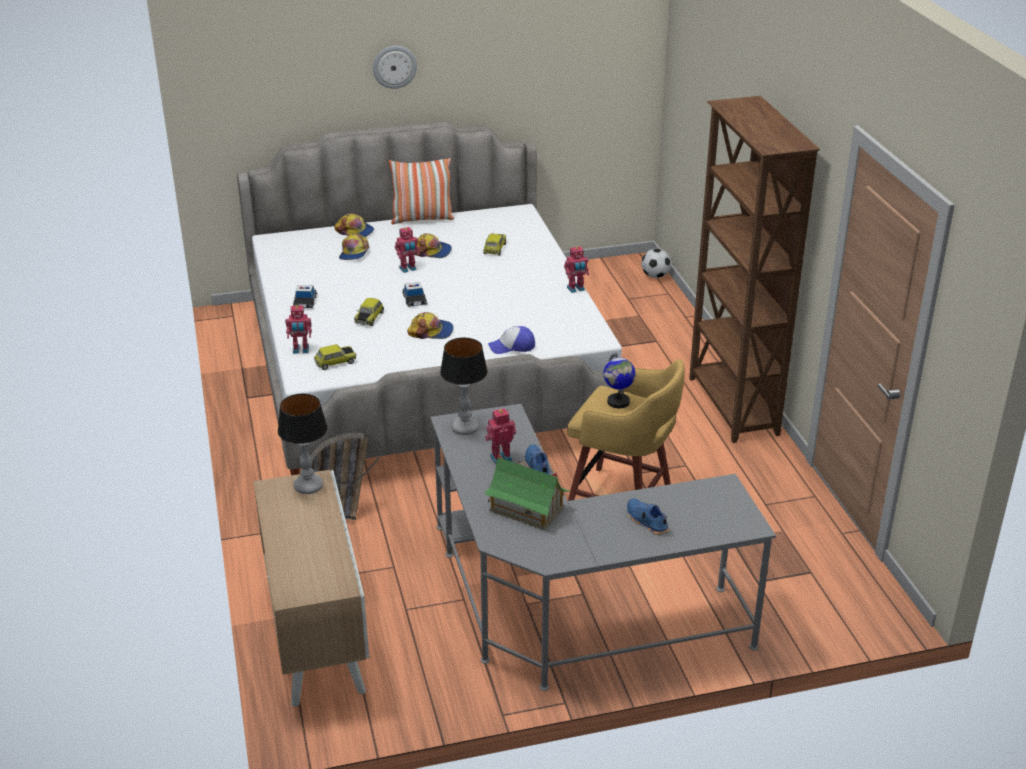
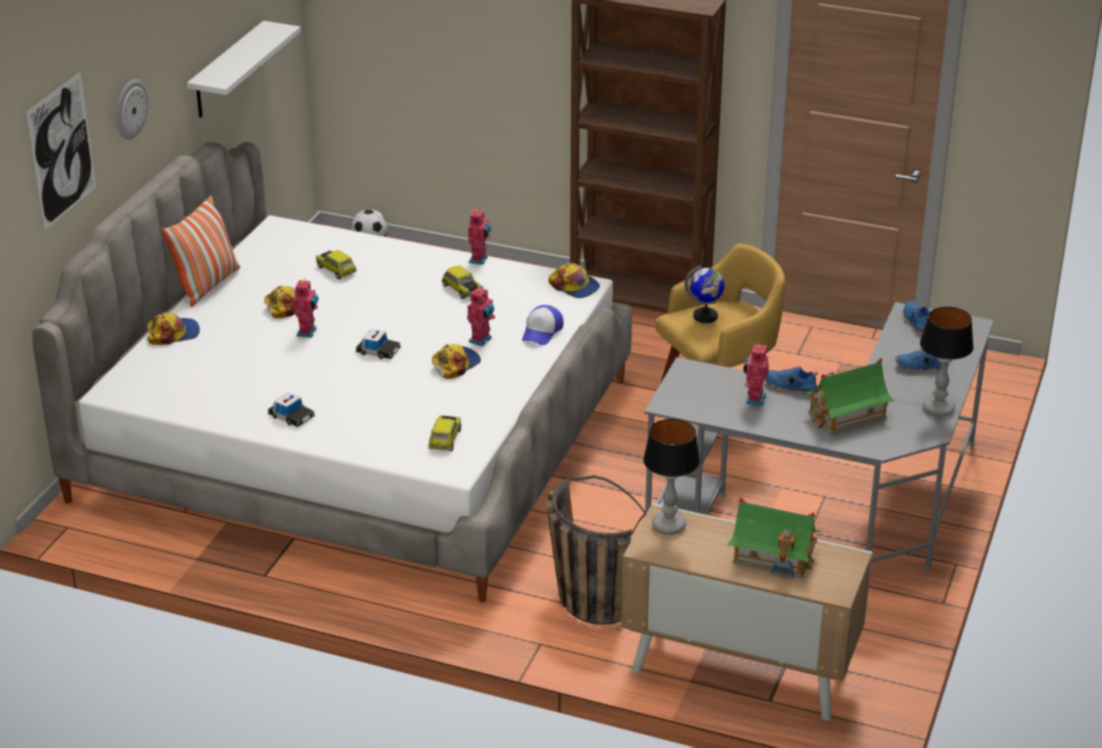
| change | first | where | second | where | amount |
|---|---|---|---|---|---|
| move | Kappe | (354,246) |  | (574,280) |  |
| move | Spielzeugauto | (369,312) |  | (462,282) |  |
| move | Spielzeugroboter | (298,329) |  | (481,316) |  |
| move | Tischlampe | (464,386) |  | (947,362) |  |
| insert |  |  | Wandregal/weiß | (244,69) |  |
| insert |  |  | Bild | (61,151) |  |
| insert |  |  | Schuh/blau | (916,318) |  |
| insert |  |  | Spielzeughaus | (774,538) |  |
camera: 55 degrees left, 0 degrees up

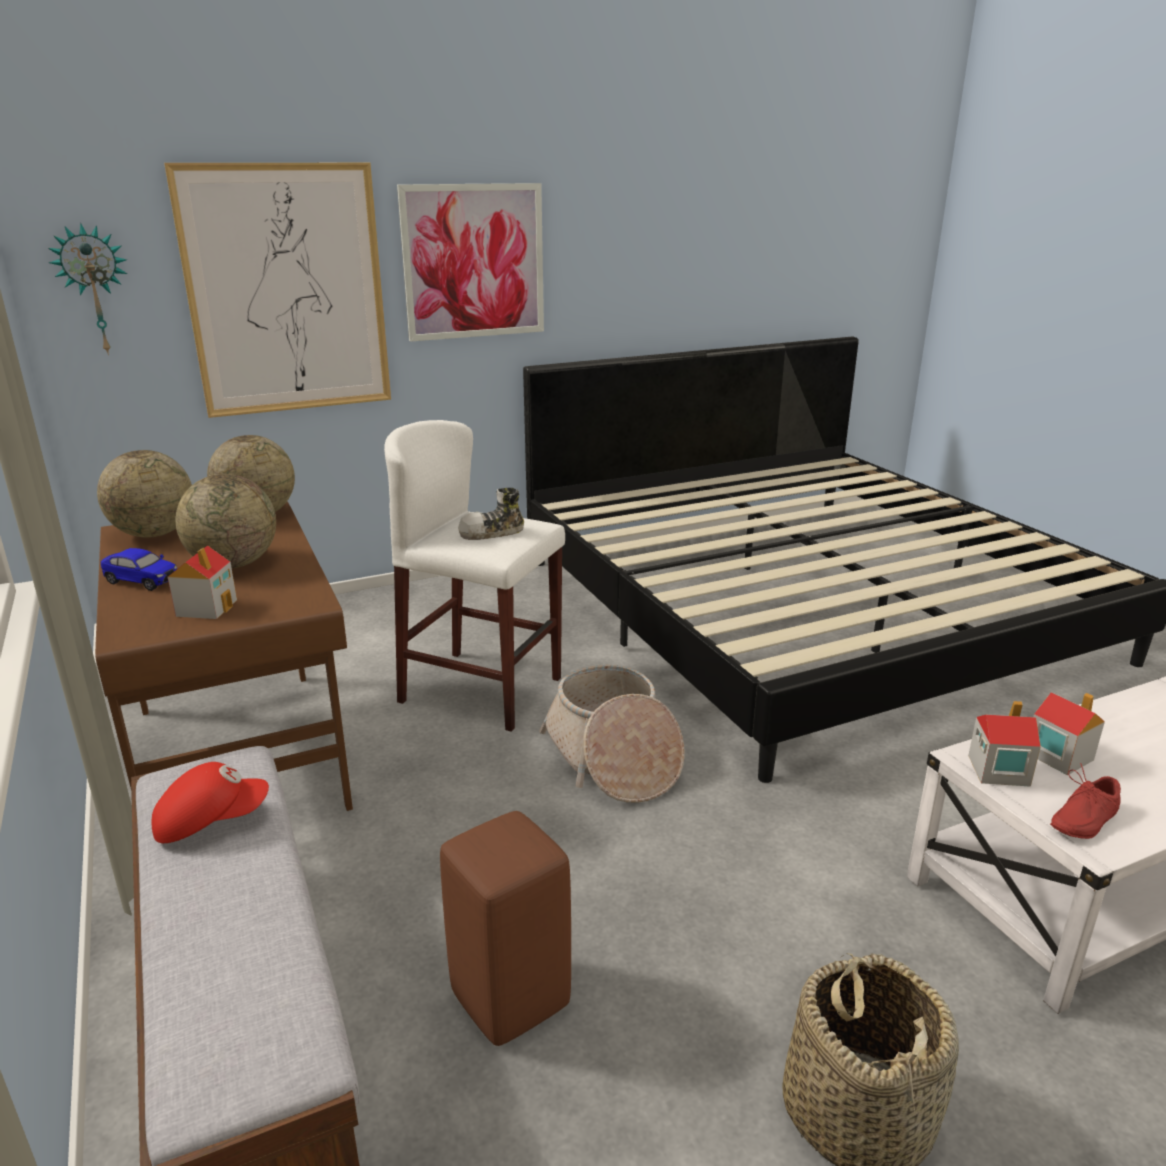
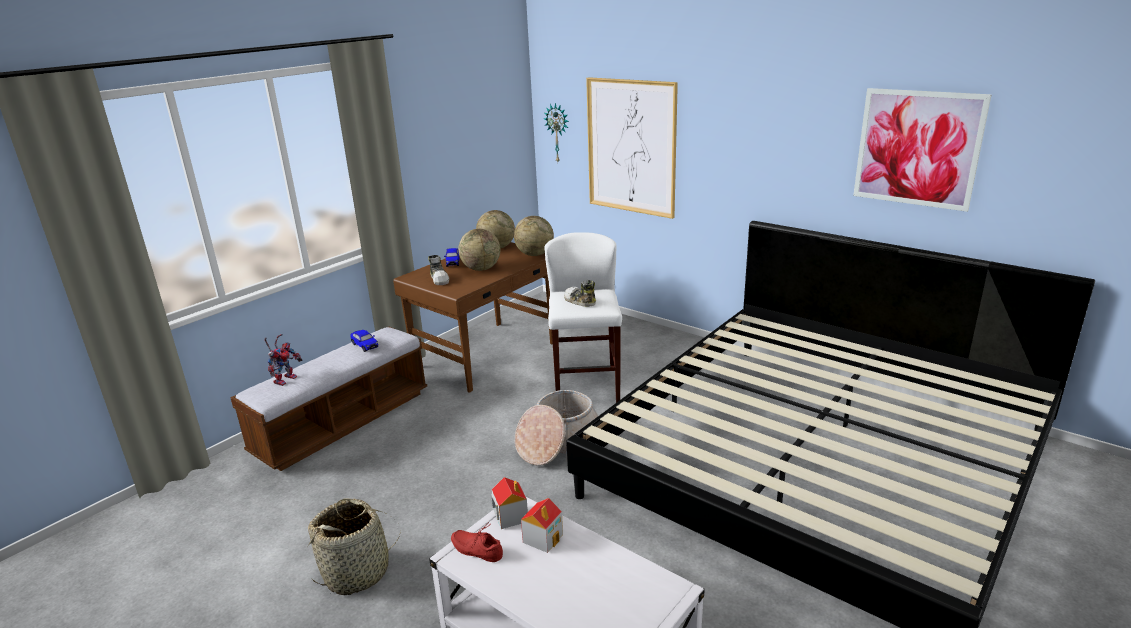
| change | first | where | second | where | amount |
|---|---|---|---|---|---|
| move | Bild | (470,262) |  | (922,150) |  |
| replace | Spielzeughaus | (202,582) | Schuh | (438,270) |  |
| replace | Kappe/rot | (210,802) | Spielzeugauto | (364,341) |  |
| delete | Hocker/braun | (505,928) |  |  |  |
| insert |  |  | Spielzeugroboter | (283,360) |  |
camera: 65 degrees right, 0 degrees up

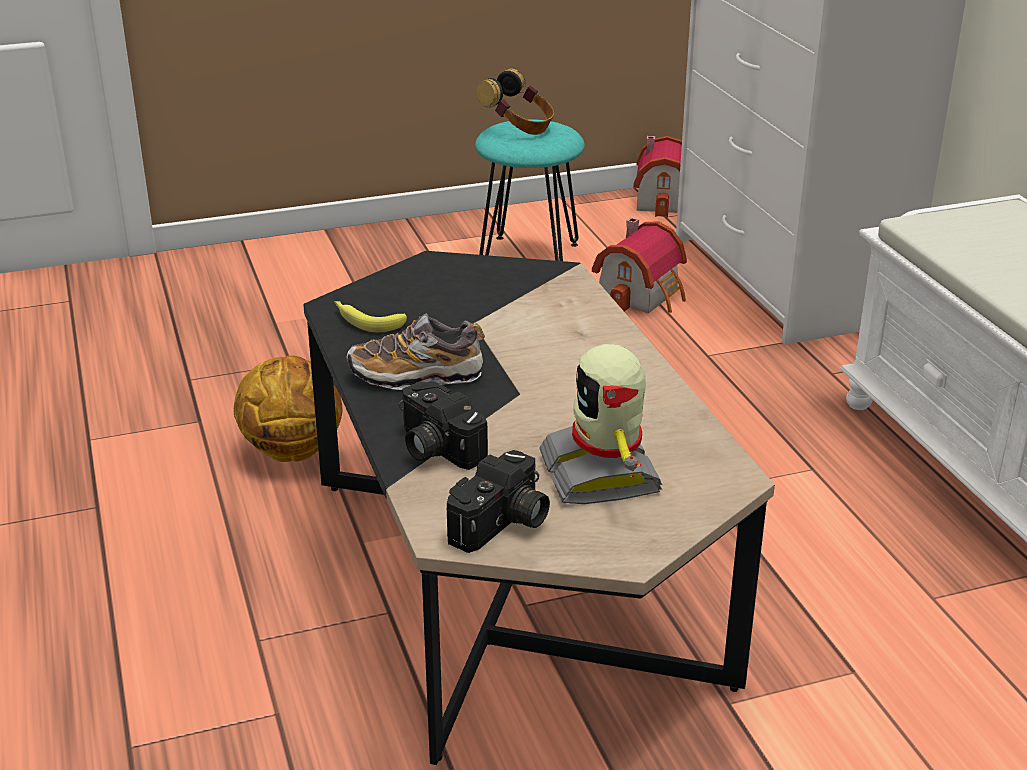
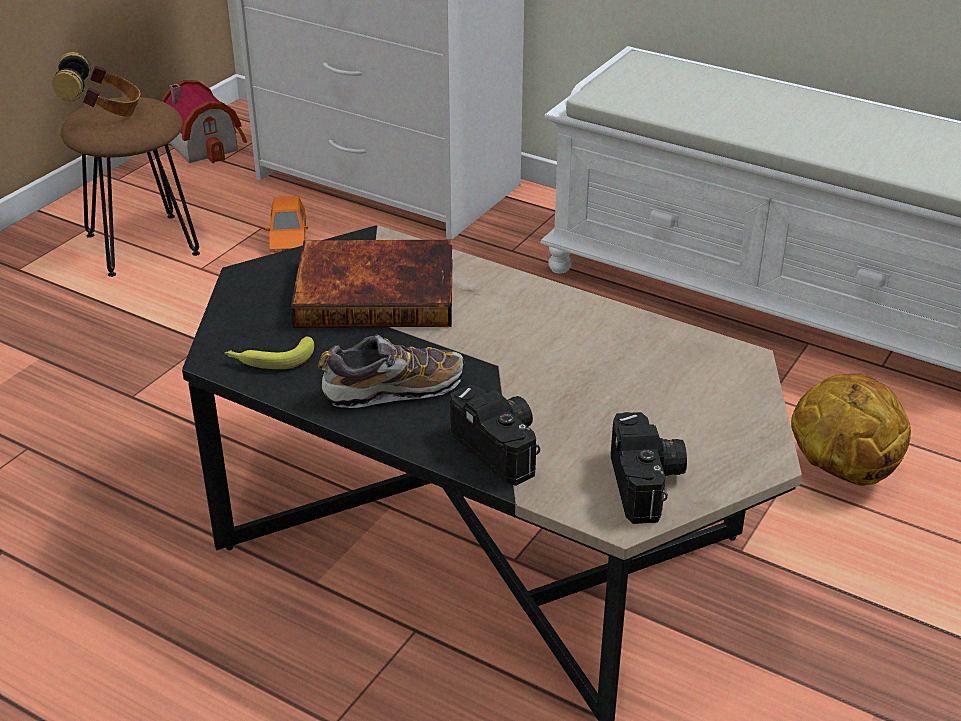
| change | first | where | second | where | amount |
|---|---|---|---|---|---|
| recolor | Hocker/türkis | (530,190) | Hocker/braun | (130,187) |  |
| replace | Spielzeughaus | (639,265) | Spielzeugauto/orange | (286,225) |  |
| rotate | Schuh | (415,352) |  | (391,371) | 150 degrees counterclockwise |
| delete | Spielzeugroboter | (600,424) |  |  |  |
| move | Basketball | (288,408) |  | (851,430) |  |
| rotate | Kamera | (443,425) |  | (495,435) | 135 degrees counterclockwise |
| insert |  |  | Buch | (371,284) |  |
camera: 40 degrees left, 5 degrees up

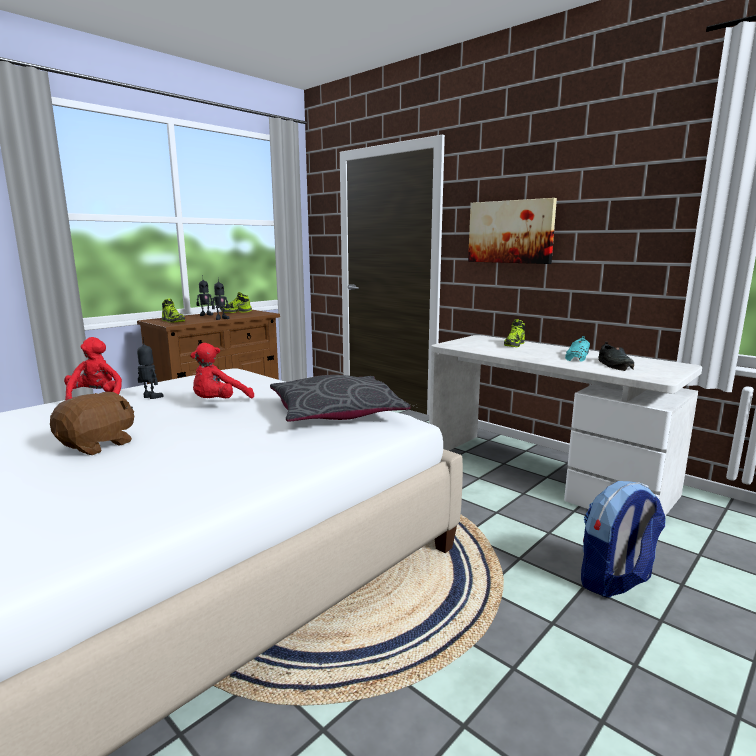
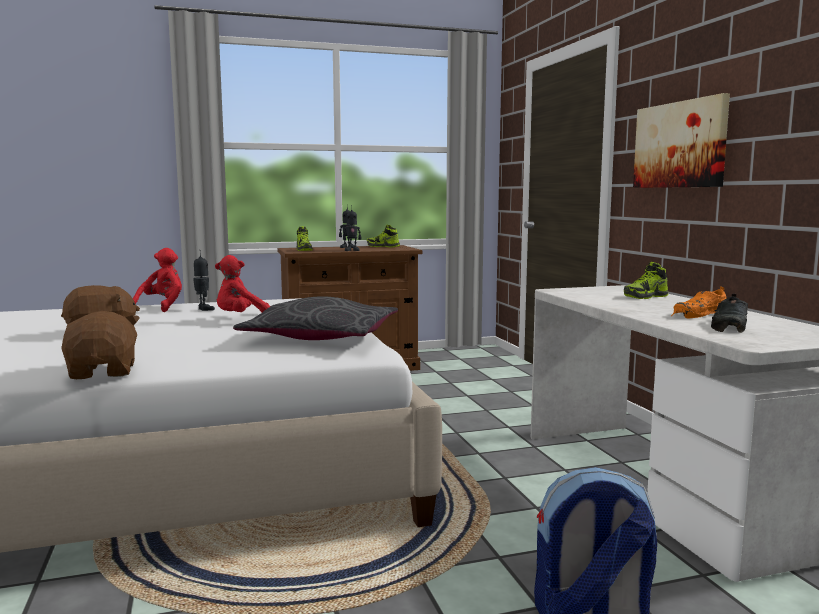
| change | first | where | second | where | amount |
|---|---|---|---|---|---|
| recolor | Schuh/türkis | (577,349) | Schuh/orange | (698,302) |  |
| insert |  |  | Plüschtier/braun | (100,345) |  |
camera: 30 degrees right, 5 degrees down

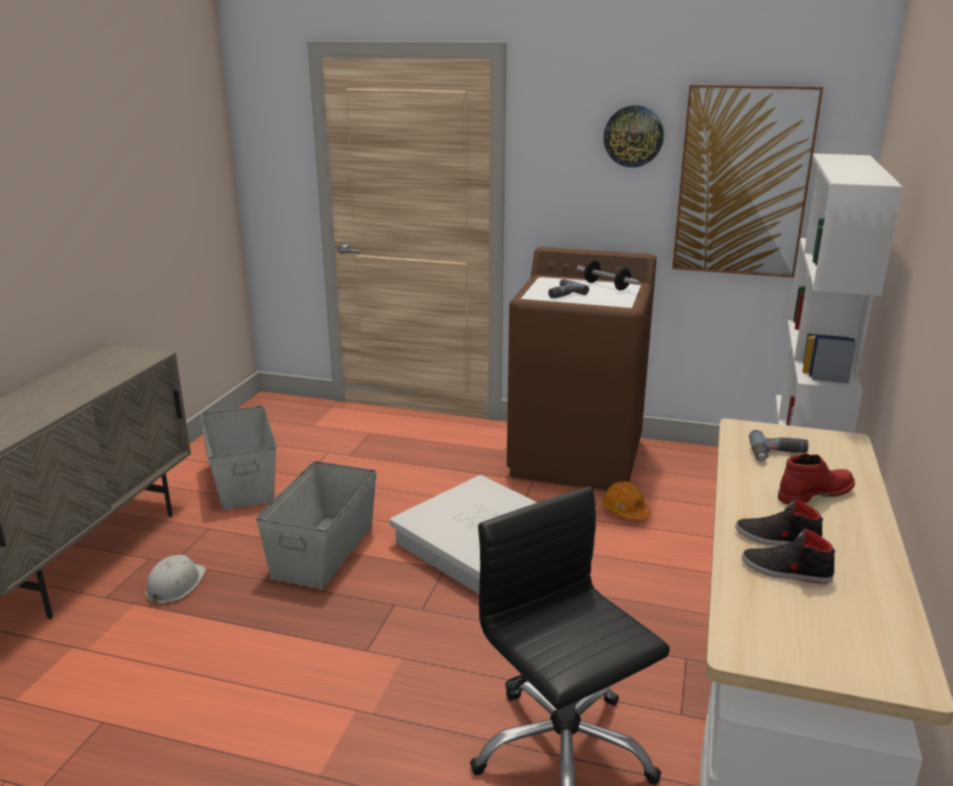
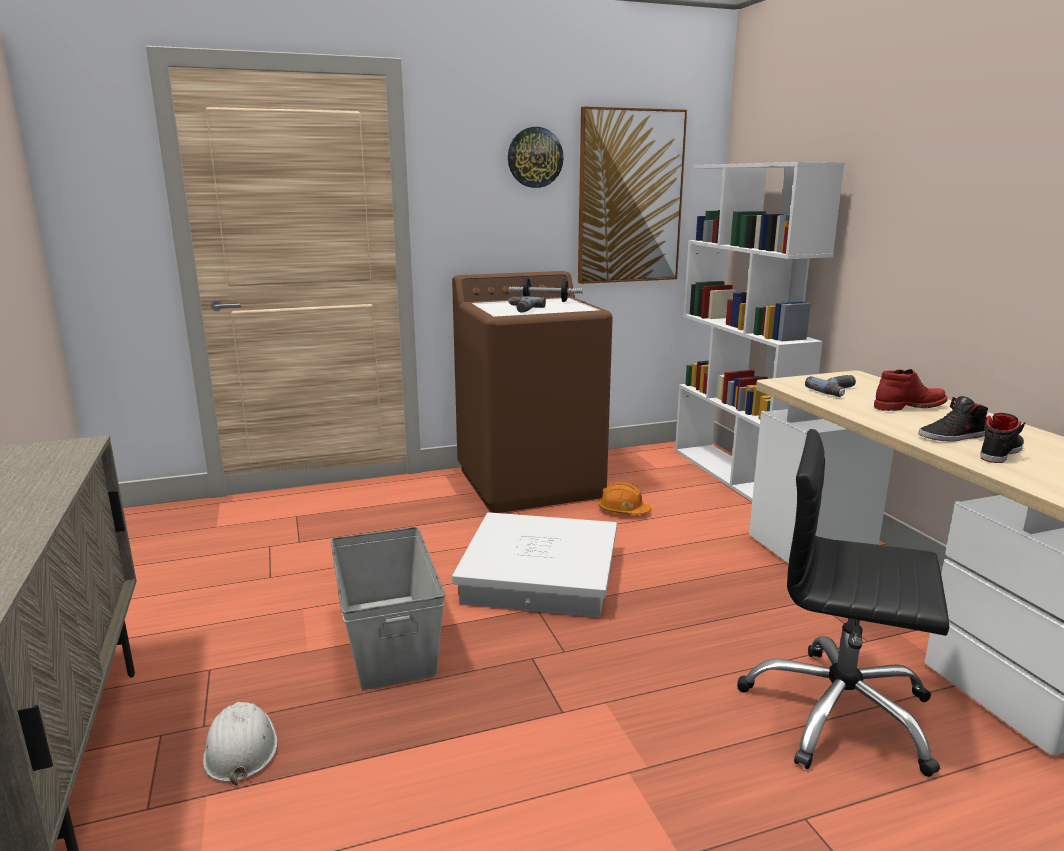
| change | first | where | second | where | amount |
|---|---|---|---|---|---|
| delete | Aufbewahrungsbox/grau | (239,458) |  |  |  |
| rotate | Stiefel/rot | (816,479) |  | (911,390) | 45 degrees clockwise |
| rotate | Schuh/schwarz | (788,555) |  | (1003,438) | 150 degrees clockwise |
camera: 35 degrees left, 5 degrees down

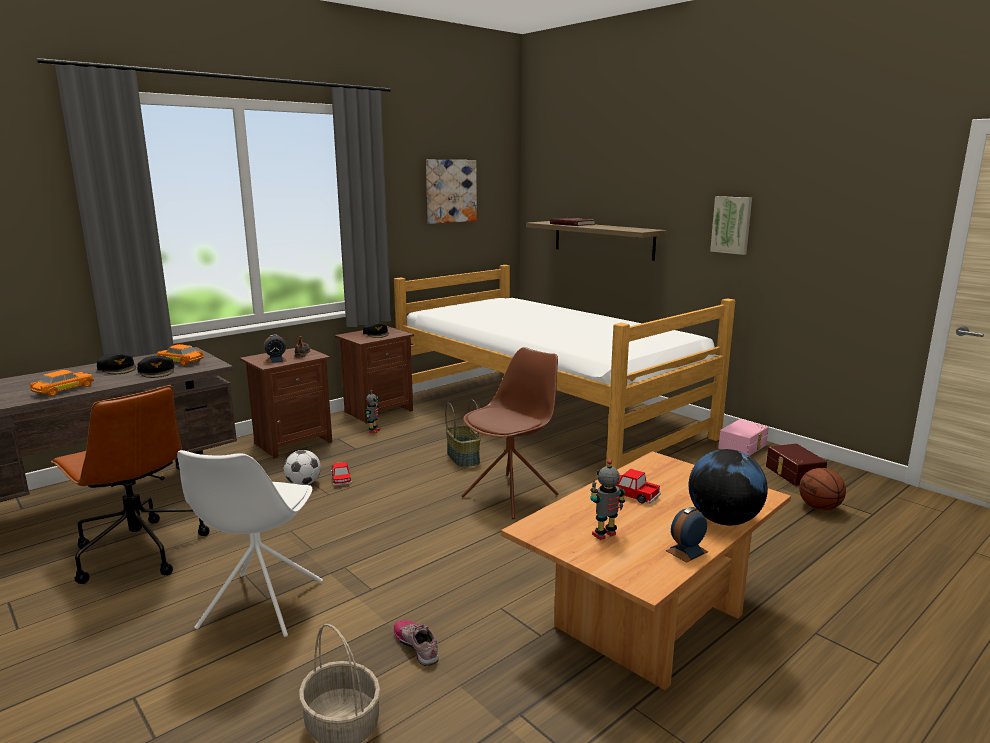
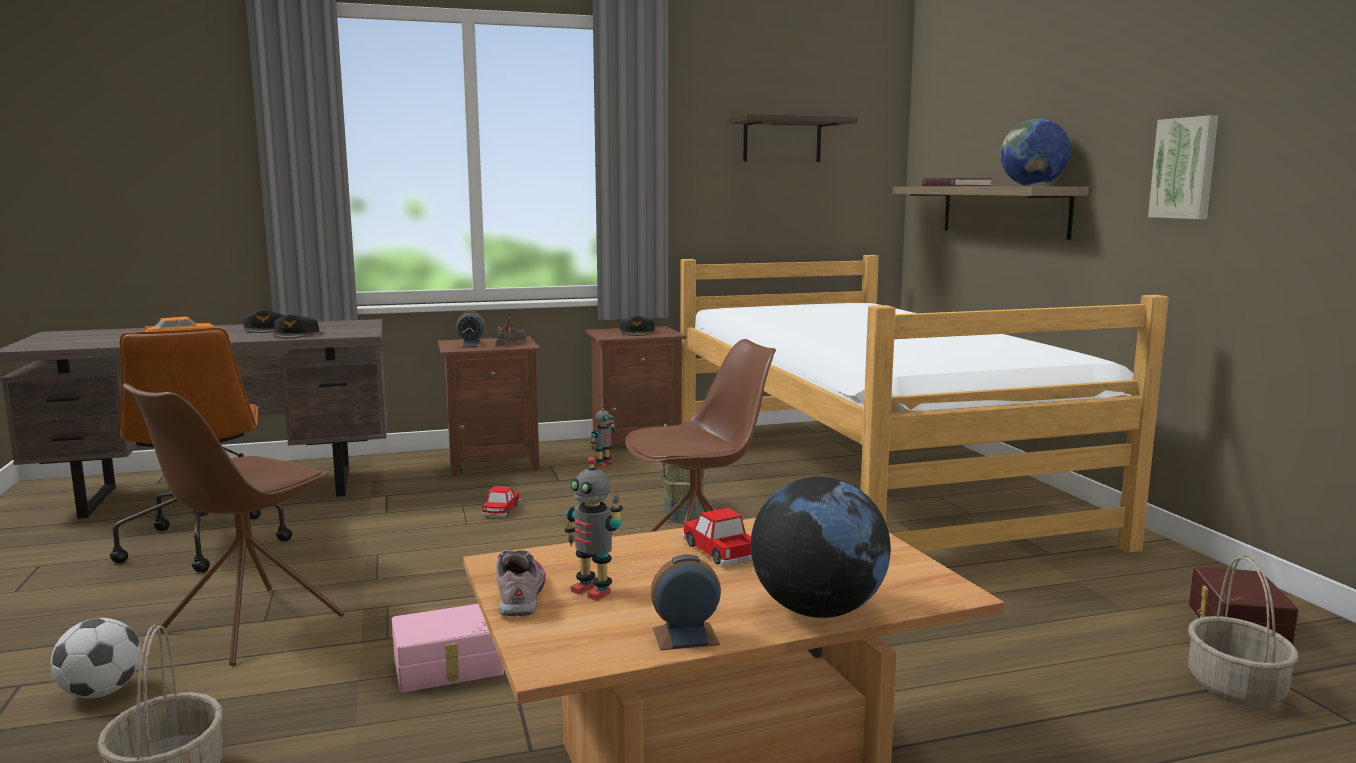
| change | first | where | second | where | amount |
|---|---|---|---|---|---|
| replace | Bild | (451,192) | Wandregal | (793,138) |  |
| delete | Spielzeugauto/orange | (180,355) |  |  |  |
| move | Aufbewahrungsbox/rosa | (743,437) |  | (448,648) |  |
| recolor | Stuhl/weiß | (250,543) | Stuhl/braun | (233,524) |  |
| move | Fußball | (302,467) |  | (95,658) |  |
| rotate | Spielzeugroboter | (607,500) |  | (594,529) | 135 degrees counterclockwise |
| replace | Basketball | (822,489) | Korb | (1243,630) |  |
| move | Schuh | (416,643) |  | (521,583) |  |
| insert |  |  | Globus | (1036,152) |  |
camera: 25 degrees right, 5 degrees down

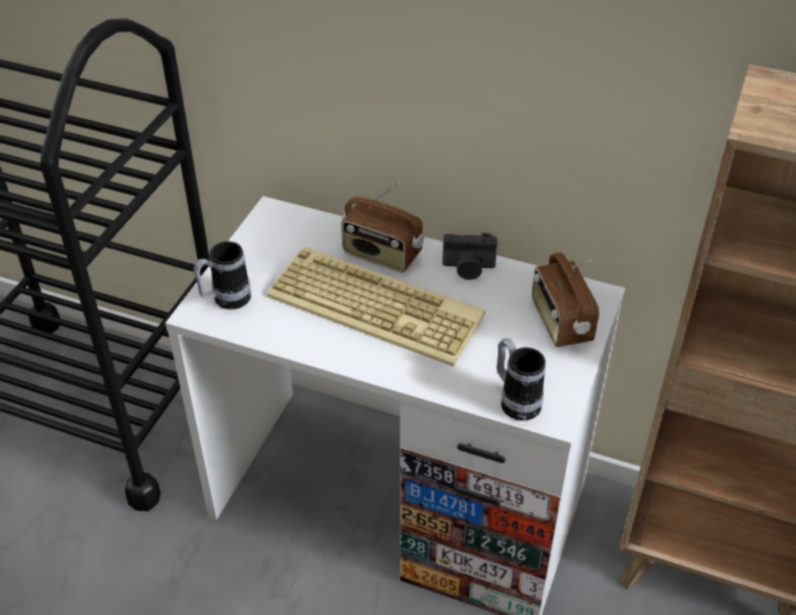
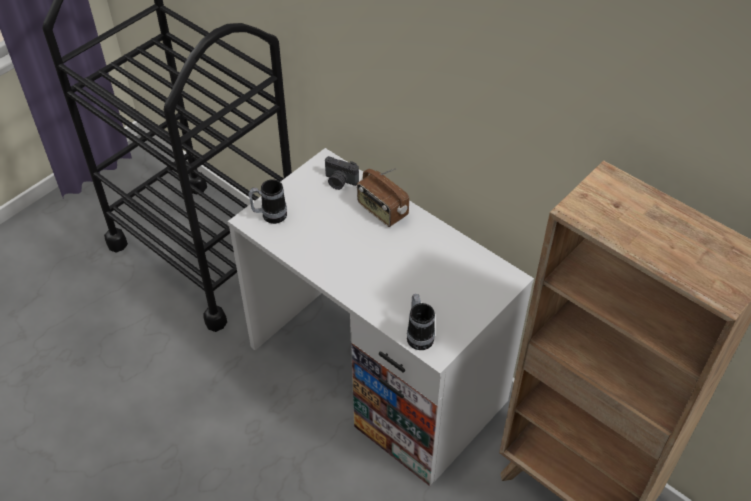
| change | first | where | second | where | amount |
|---|---|---|---|---|---|
| move | Kamera | (469,256) |  | (342,173) |  |
| delete | Tastatur | (376,307) |  |  |  |
| delete | Radio | (565,300) |  |  |  |
camera: 20 degrees right, 5 degrees up

